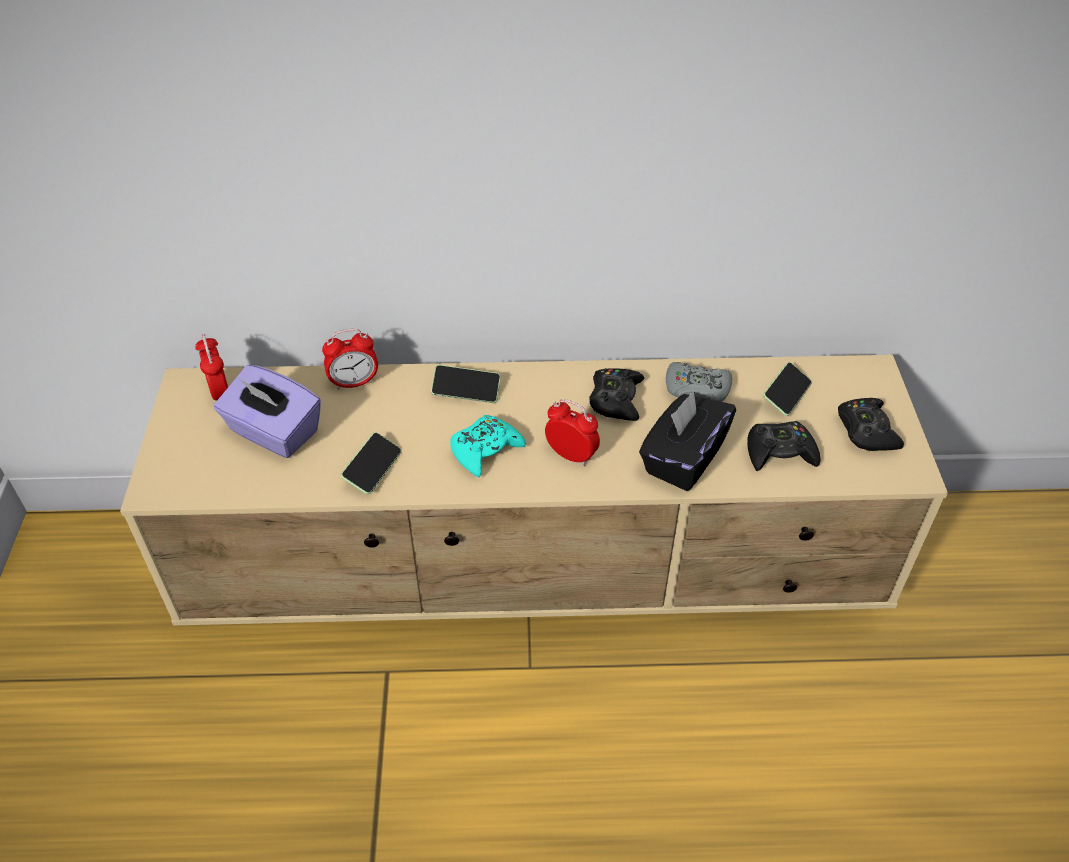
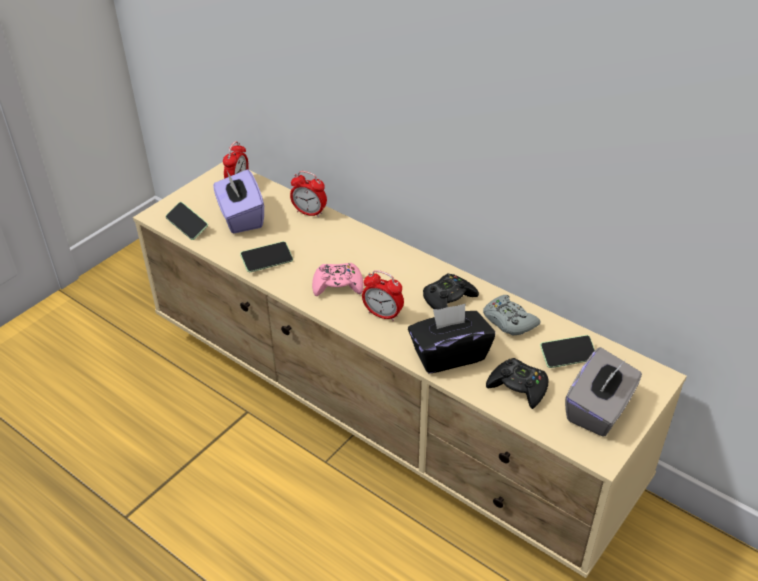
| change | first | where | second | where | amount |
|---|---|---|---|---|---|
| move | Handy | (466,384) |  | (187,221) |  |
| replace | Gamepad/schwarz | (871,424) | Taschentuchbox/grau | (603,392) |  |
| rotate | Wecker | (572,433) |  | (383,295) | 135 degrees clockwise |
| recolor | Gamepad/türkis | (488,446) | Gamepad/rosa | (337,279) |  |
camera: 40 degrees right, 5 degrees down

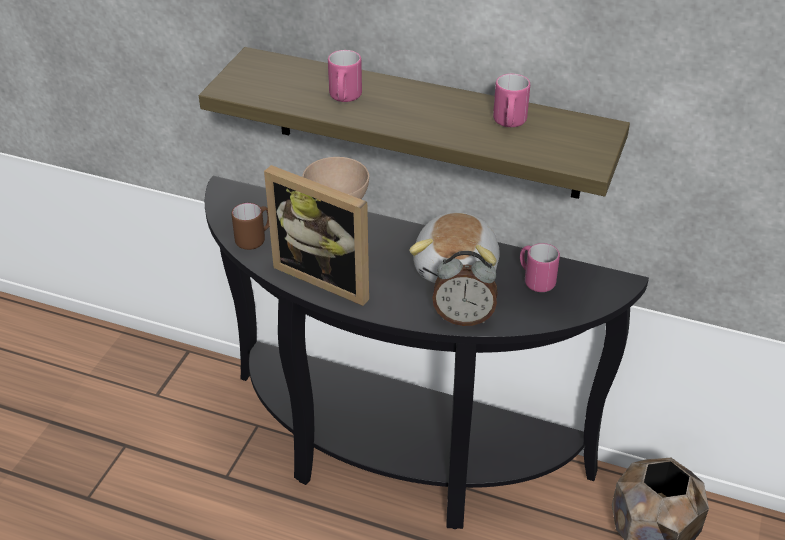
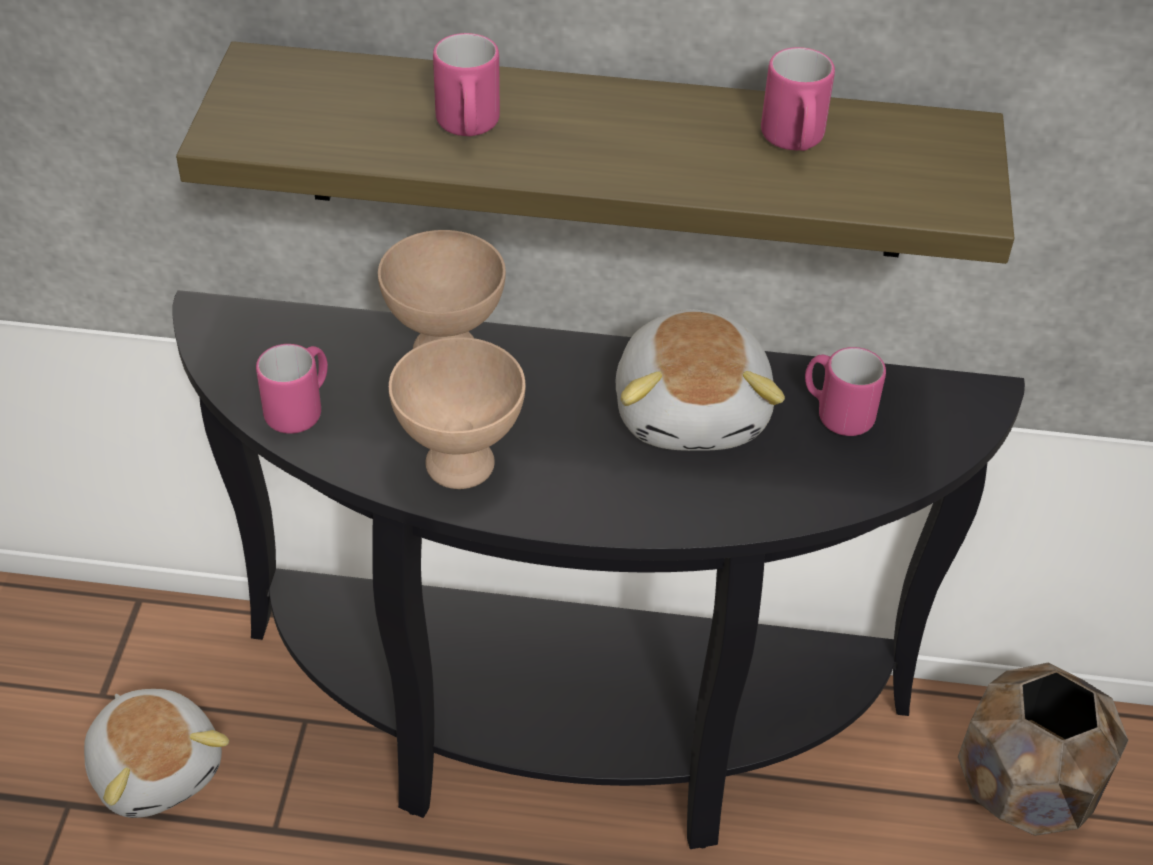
| change | first | where | second | where | amount |
|---|---|---|---|---|---|
| replace | Bilderrahmen | (316,235) | Schüssel/beige | (457,413) |  |
| recolor | Henkelbecher/braun | (250,226) | Henkelbecher/rosa | (292,389) |  |
| delete | Wecker | (465,288) |  |  |  |
| insert |  |  | Plüschtier | (156,753) |  |
camera: 15 degrees left, 5 degrees up

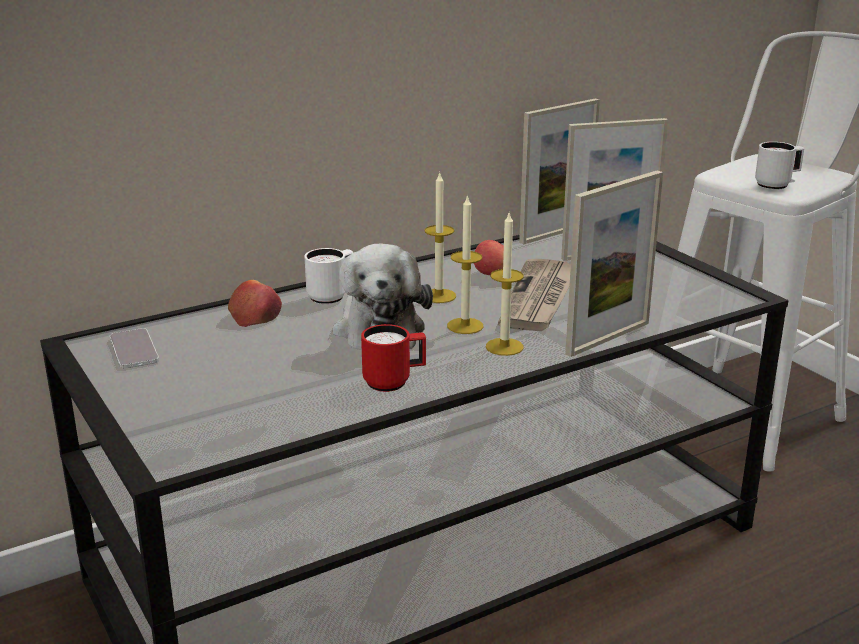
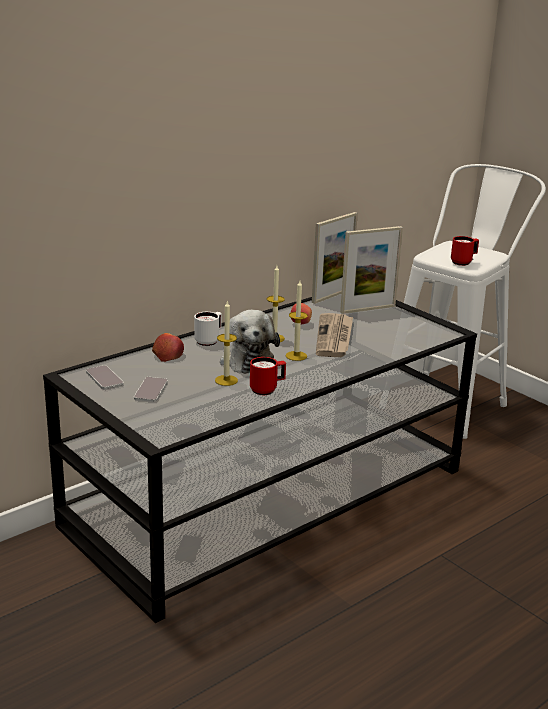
| change | first | where | second | where | amount |
|---|---|---|---|---|---|
| recolor | Henkelbecher/weiß | (779,166) | Henkelbecher/rot | (465,251) |  |
| delete | Bilderrahmen | (614,263) |  |  |  |
| move | Kerze | (505,284) |  | (226,343) |  |
| insert |  |  | Handy | (151,389) |  |
camera: 10 degrees left, 0 degrees up

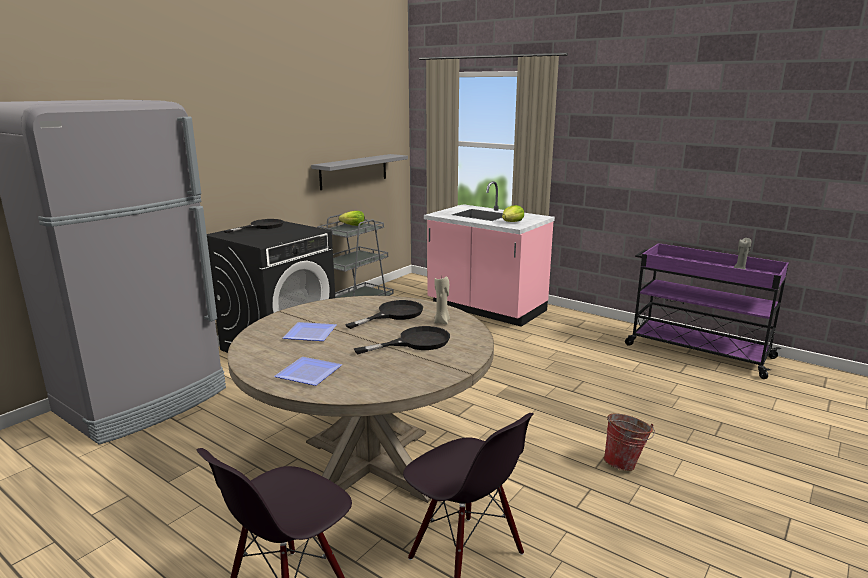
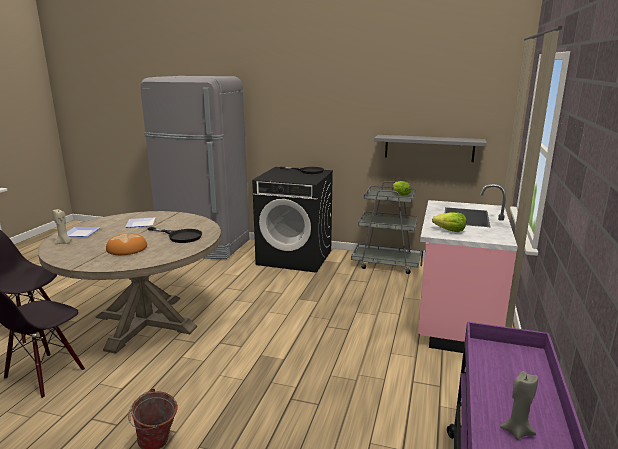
| change | first | where | second | where | amount |
|---|---|---|---|---|---|
| move | Kerze/beige | (442,300) |  | (62,226) |  |
| replace | Pfanne/schwarz | (402,340) | Brot | (126,244) |  |
camera: 70 degrees right, 0 degrees up

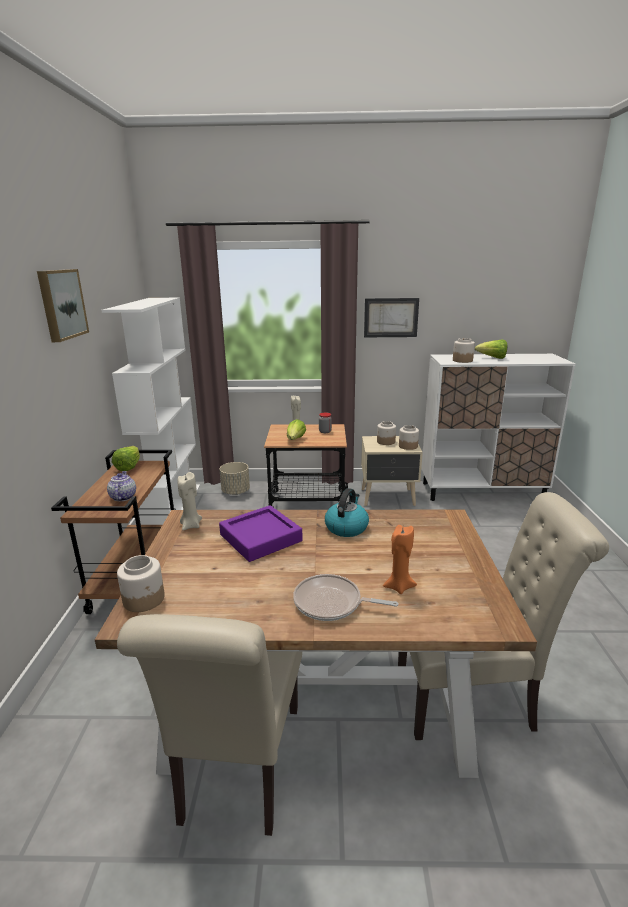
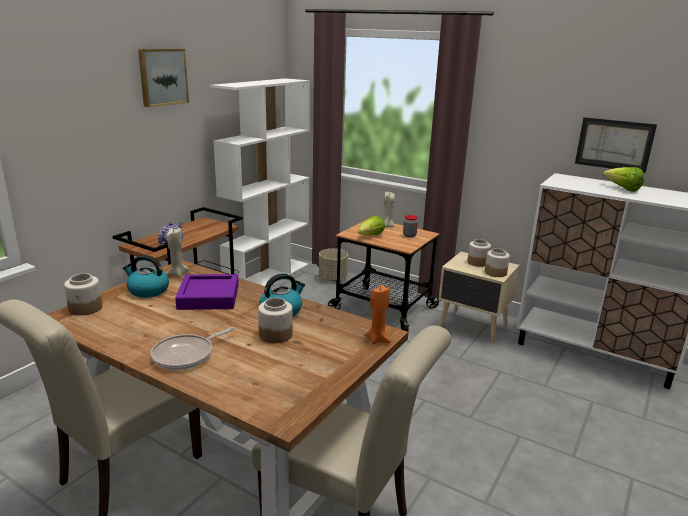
| change | first | where | second | where | amount |
|---|---|---|---|---|---|
| move | Bild | (391,317) |  | (616,145) |  |
| move | Vorratsglas | (464,350) |  | (275,320) |  |
| delete | Salatkopf | (126,458) |  |  |  |
| move | Kerze/orange | (400,559) |  | (377,314) |  |
| rotate | Pfanne | (346,597) |  | (192,348) | 90 degrees counterclockwise |
| insert |  |  | Wasserkessel | (146,276) |  |
camera: 30 degrees right, 0 degrees up

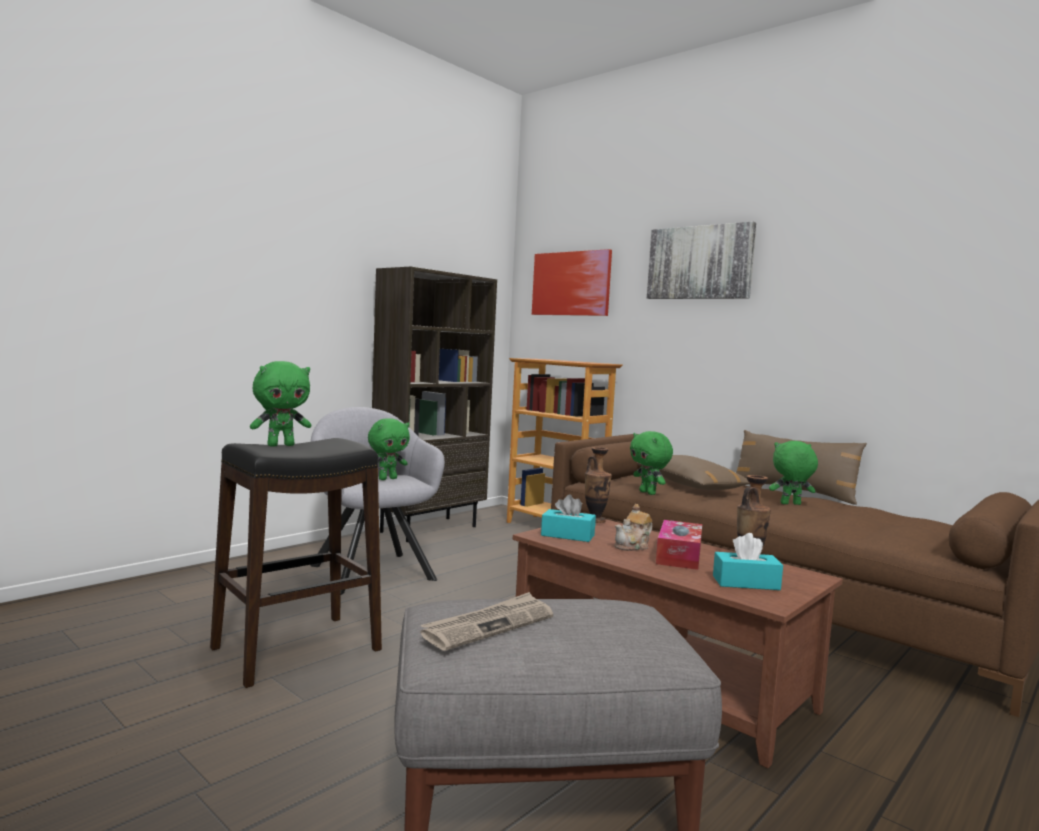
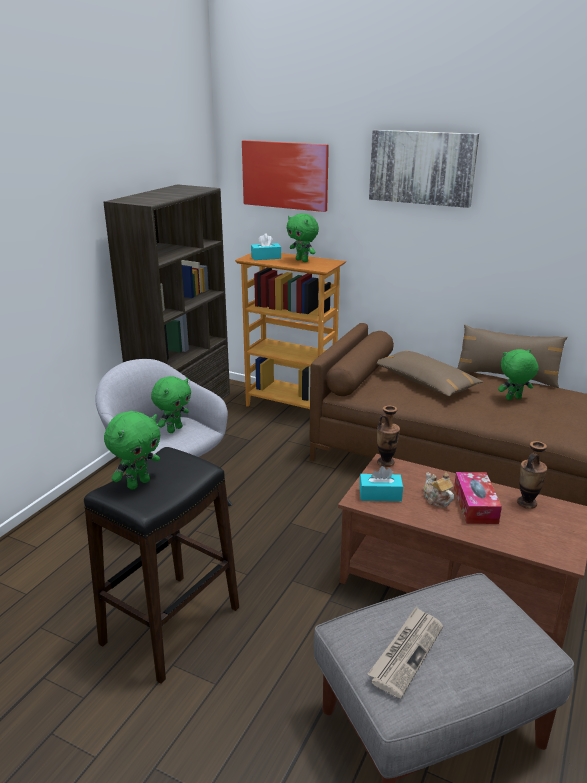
| change | first | where | second | where | amount |
|---|---|---|---|---|---|
| move | Plüschtier/grün | (651,463) |  | (303,237) |  |
| rotate | Teekanne | (633,527) |  | (438,489) | 120 degrees clockwise |
| move | Taschentuchbox/türkis | (748,561) |  | (266,246) |  |
camera: 15 degrees left, 20 degrees up

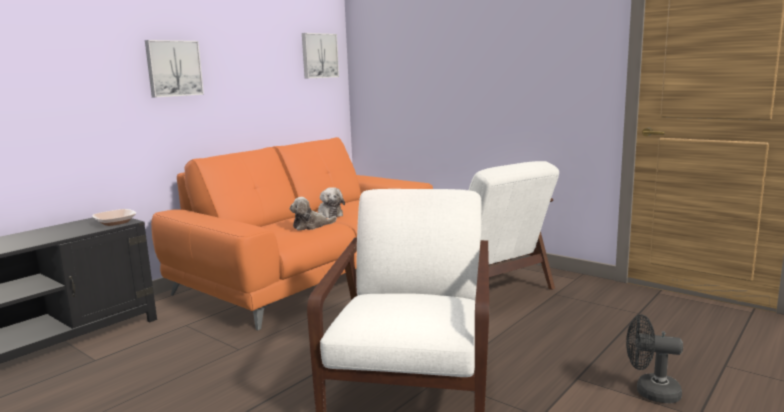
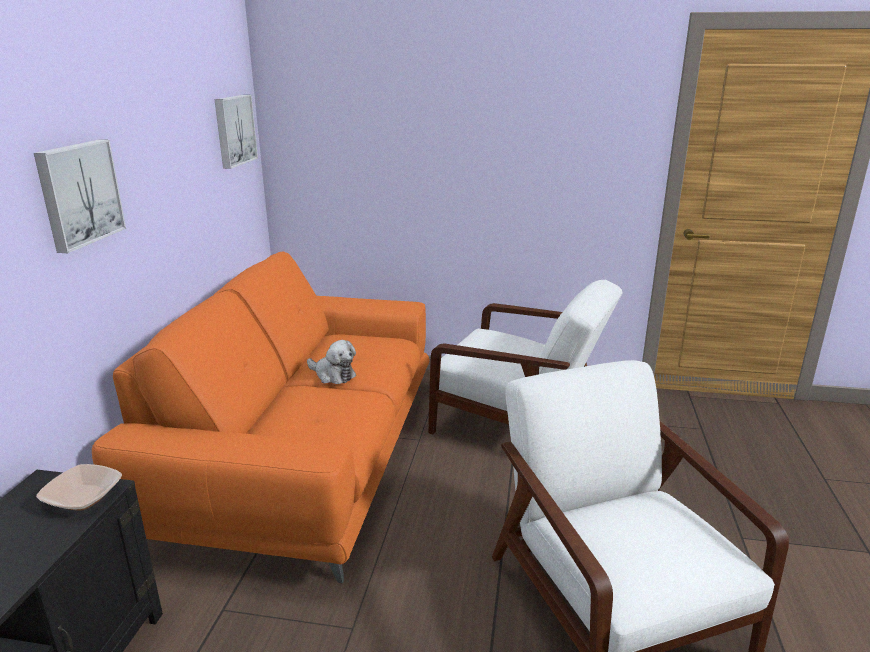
| change | first | where | second | where | amount |
|---|---|---|---|---|---|
| delete | Plüschtier | (313,214) |  |  |  |
| delete | Ventilator/schwarz | (654,358) |  |  |  |
camera: 30 degrees left, 10 degrees up

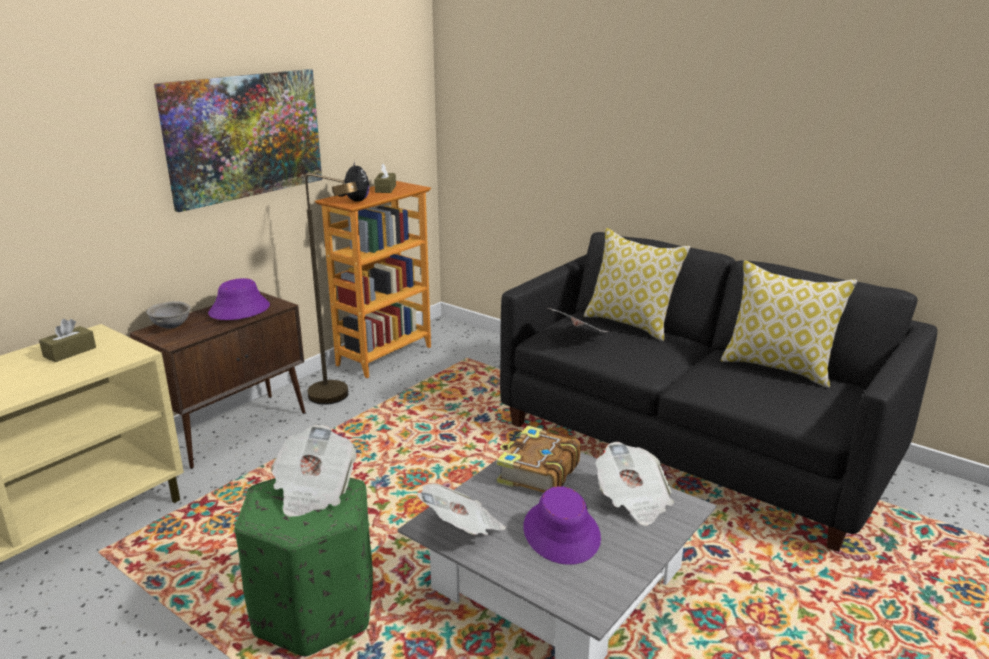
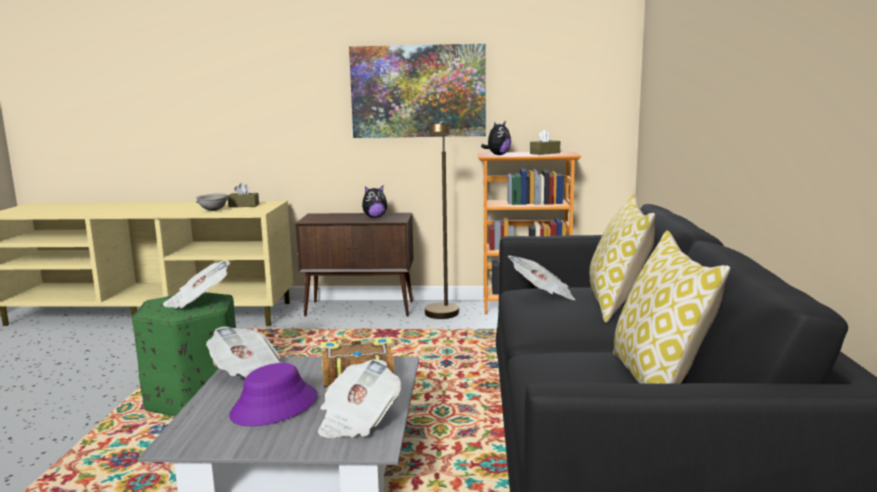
| change | first | where | second | where | amount |
|---|---|---|---|---|---|
| replace | Hut/lila | (239,299) | Plüschtier | (374,202) |  |
| move | Schüssel/grau | (168,315) |  | (212,202) |  |
camera: 55 degrees right, 10 degrees down

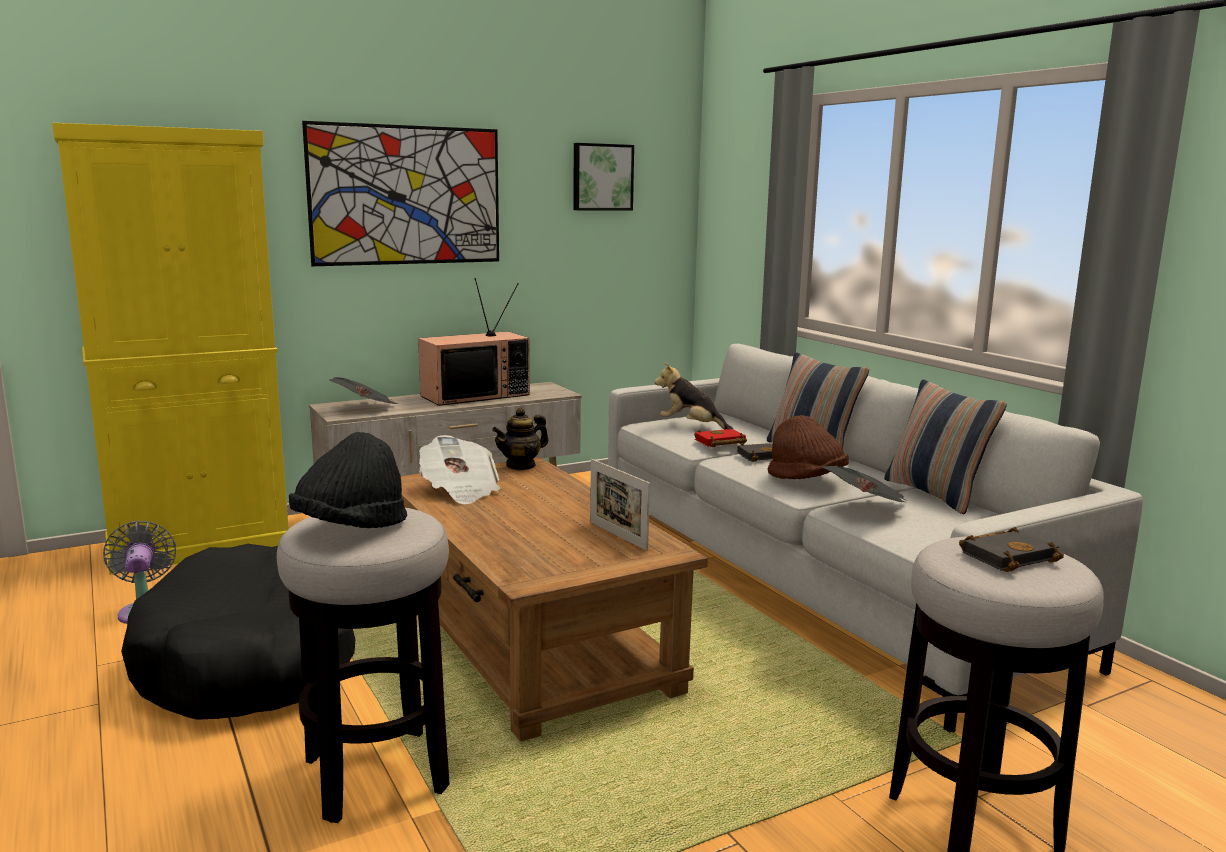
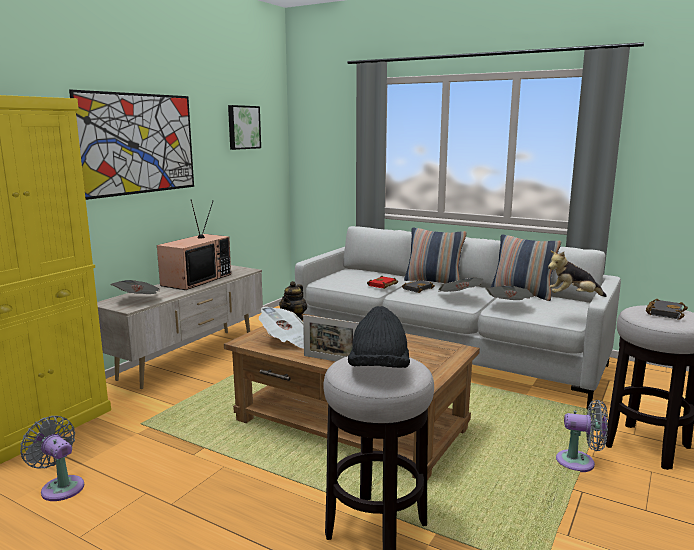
| change | first | where | second | where | amount |
|---|---|---|---|---|---|
| move | Plüschtier | (694,396) |  | (577,273) |  |
| replace | Hut/braun | (808,447) | Zeitung | (461,284) |  |
| move | Bilderrahmen | (620,505) |  | (331,338) |  |
| delete | Hundebett/schwarz | (238,632) |  |  |  |
| insert |  |  | Ventilator/grau | (582,436) |  |
camera: 30 degrees left, 0 degrees up

